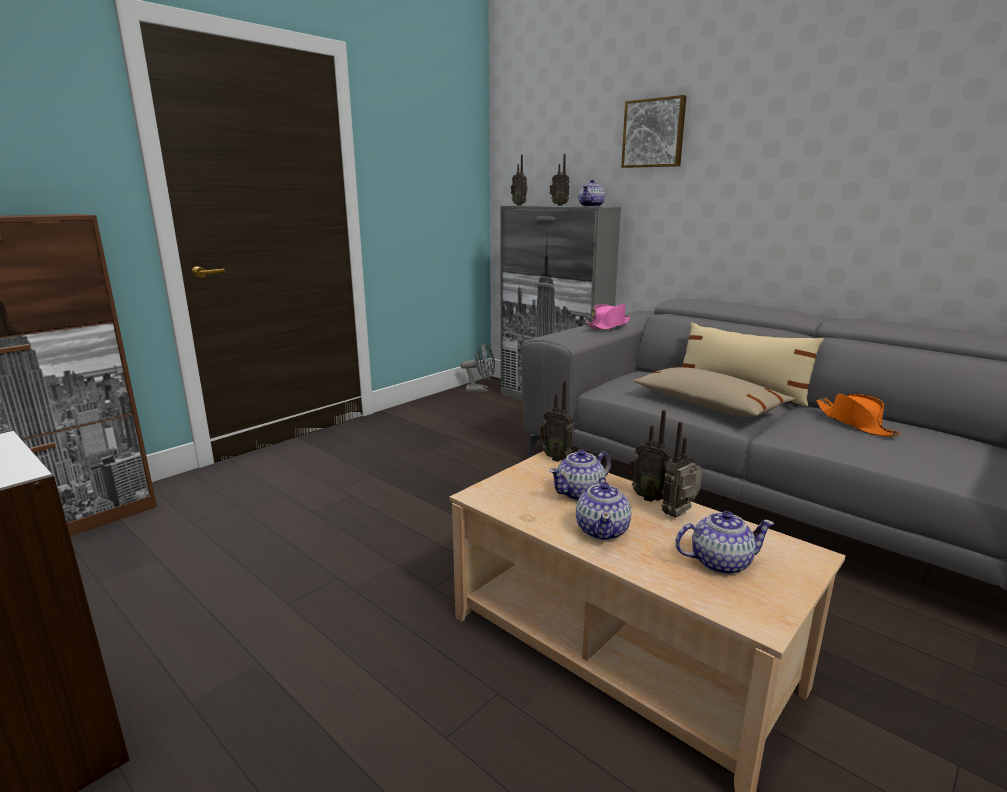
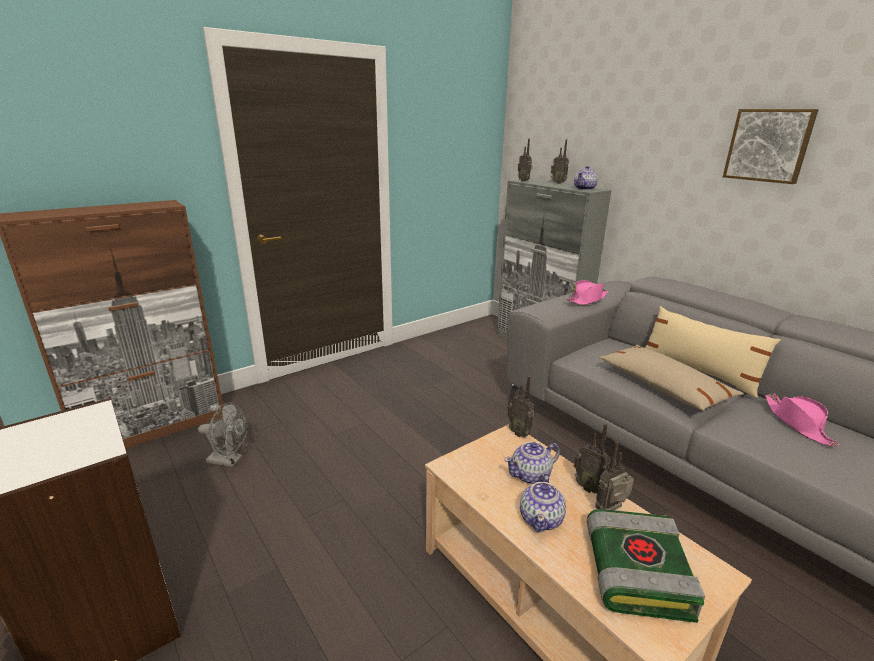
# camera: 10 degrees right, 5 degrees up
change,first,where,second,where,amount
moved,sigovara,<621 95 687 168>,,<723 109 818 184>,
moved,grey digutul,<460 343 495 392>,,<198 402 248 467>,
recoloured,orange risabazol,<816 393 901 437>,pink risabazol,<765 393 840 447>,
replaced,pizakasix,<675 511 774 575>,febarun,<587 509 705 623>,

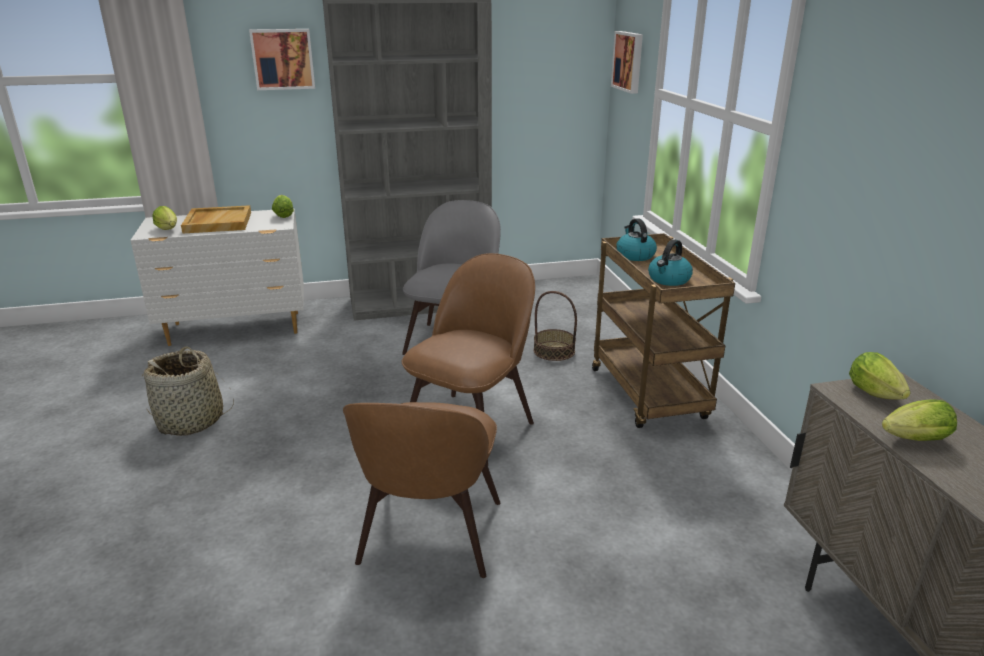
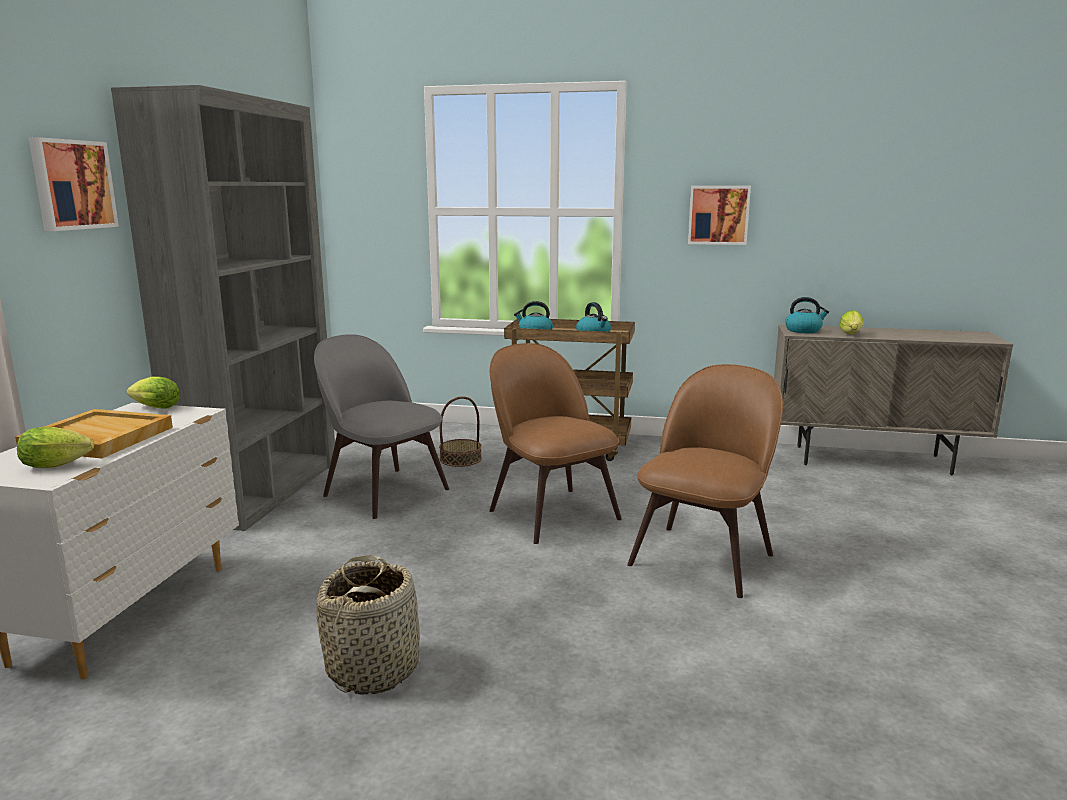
# camera: 65 degrees left, 10 degrees down
change,first,where,second,where,amount
moved,sigovara,<611 31 643 94>,,<688 186 751 245>,
replaced,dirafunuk,<849 352 911 399>,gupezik,<785 297 829 333>,
turned,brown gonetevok,<343 402 501 578>,,<627 364 783 598>,90 degrees counterclockwise

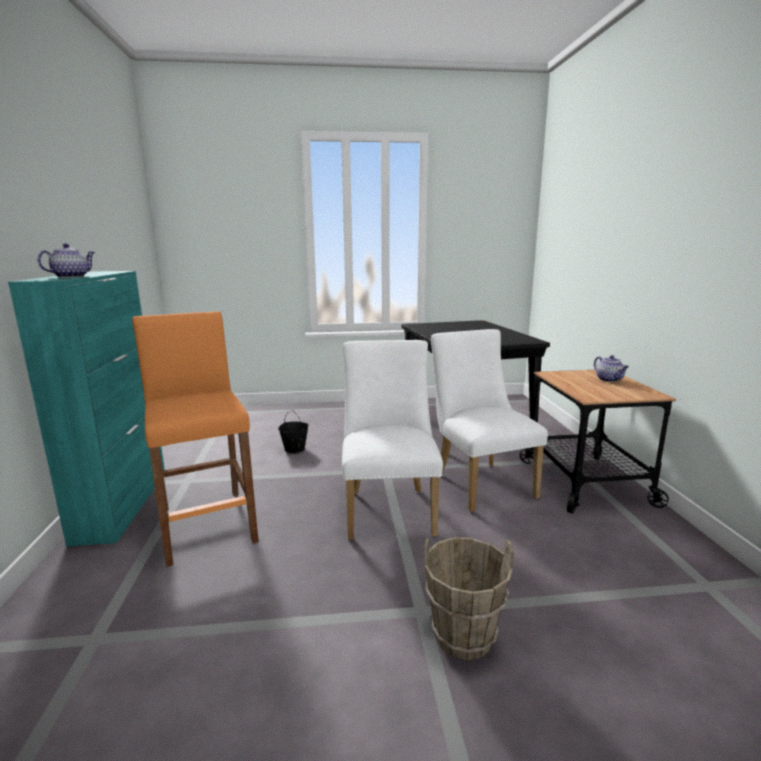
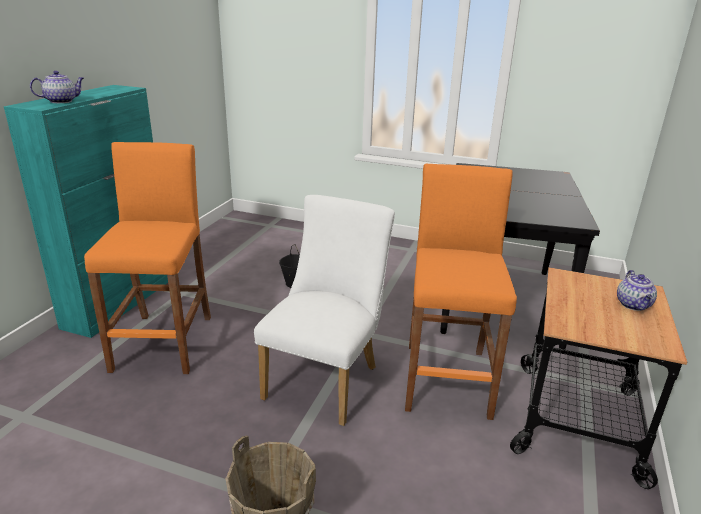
# camera: 25 degrees right, 10 degrees up
change,first,where,second,where,amount
replaced,white gonetevok,<431 329 548 512>,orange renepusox,<405 164 517 420>,

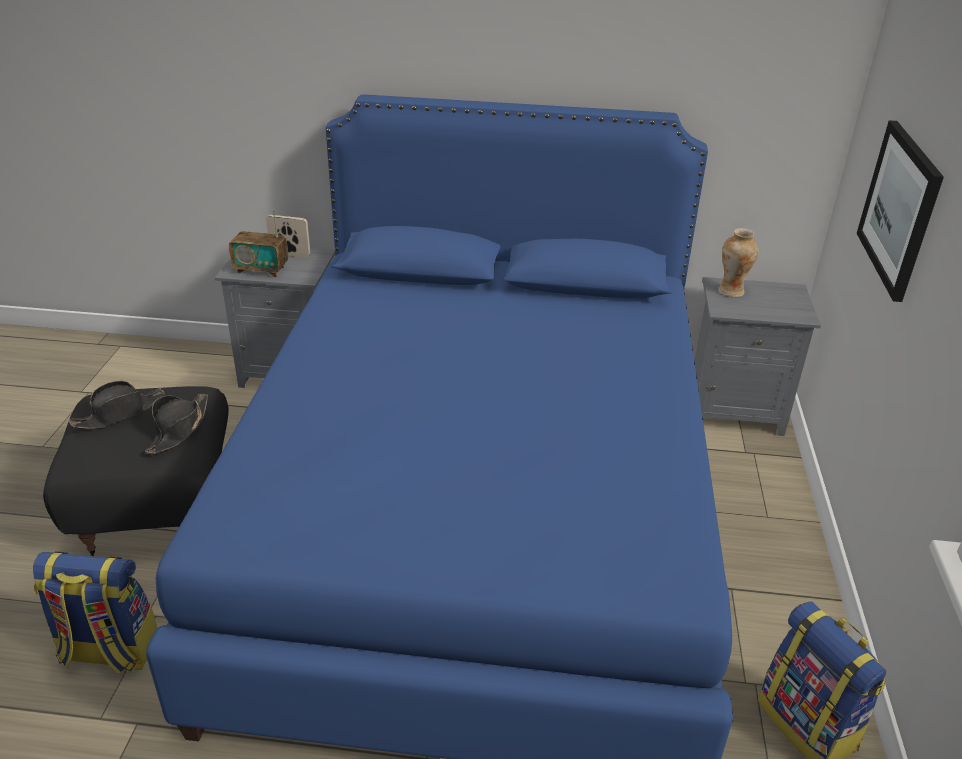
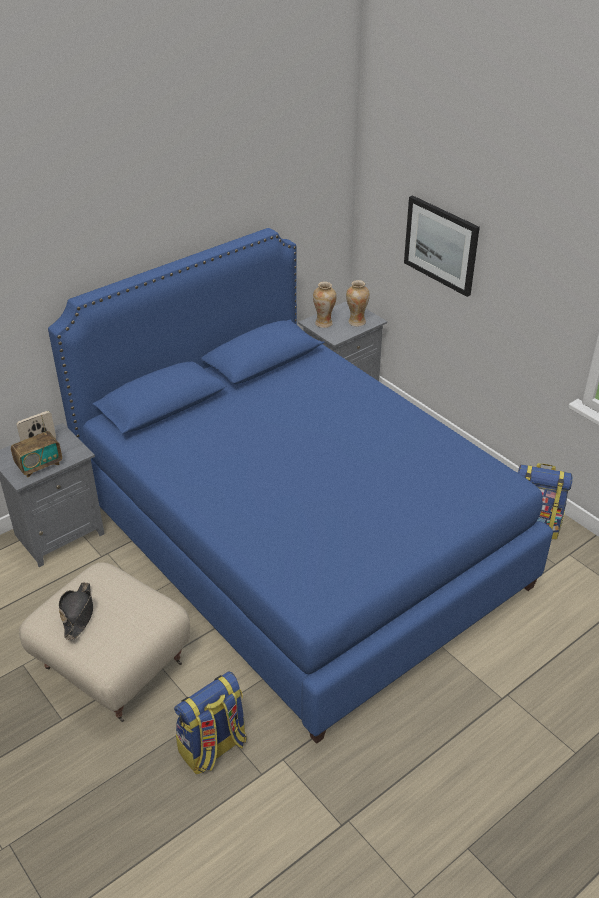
# camera: 45 degrees left, 5 degrees up
change,first,where,second,where,amount
recoloured,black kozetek,<43 386 229 556>,beige kozetek,<19 562 190 722>,
removed,black risabazol,<145 394 208 455>,,,
added,,,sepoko,<346 280 370 326>,

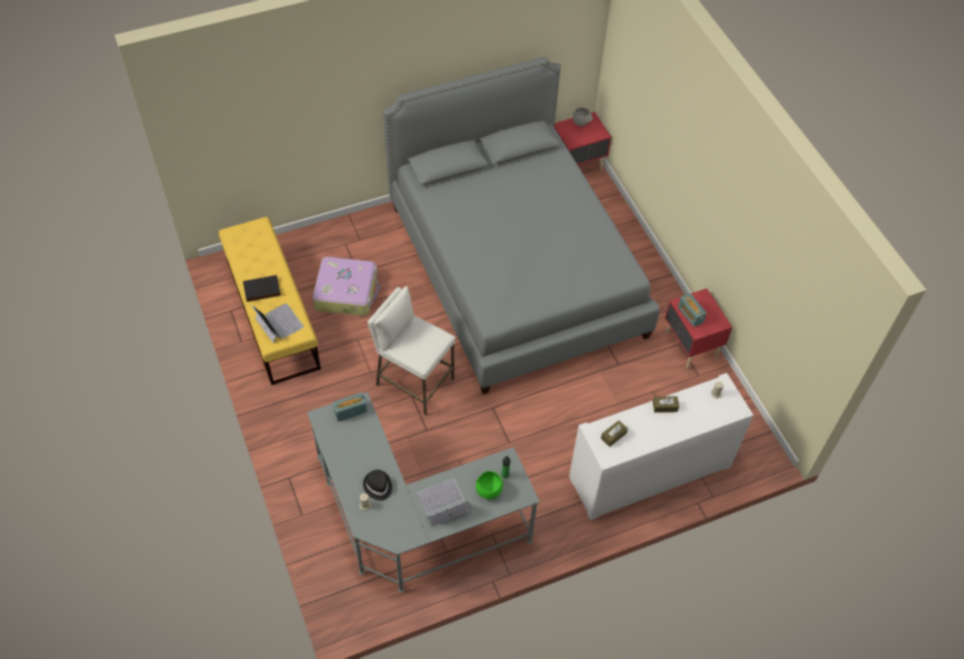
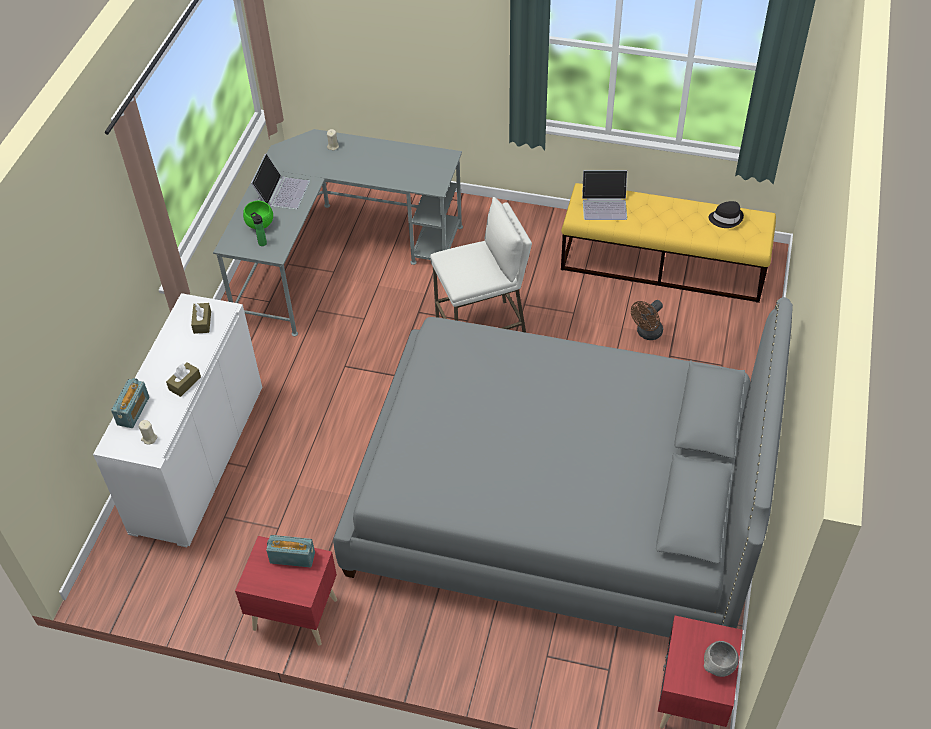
# camera: 130 degrees right, 5 degrees down
change,first,where,second,where,amount
replaced,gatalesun,<312 257 380 316>,brown digutul,<631 300 663 340>,
removed,black febarun,<243 275 281 302>,,,
moved,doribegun,<332 392 367 422>,,<111 378 149 428>,
moved,black risabazol,<363 470 392 501>,,<709 201 744 228>,

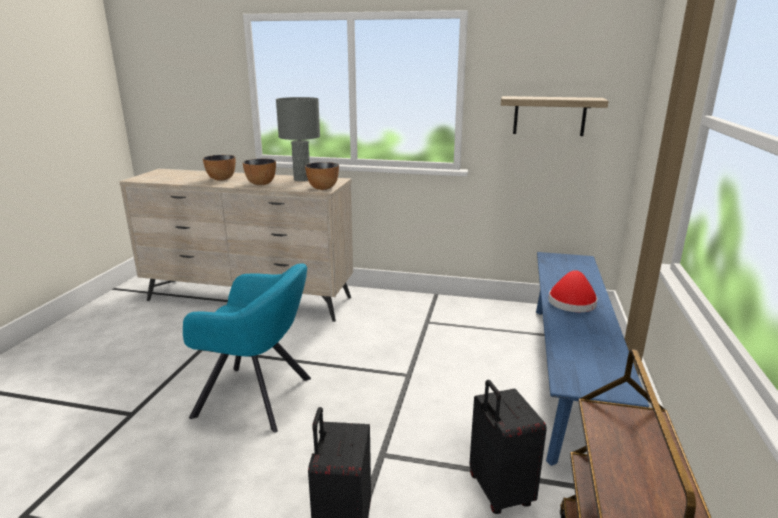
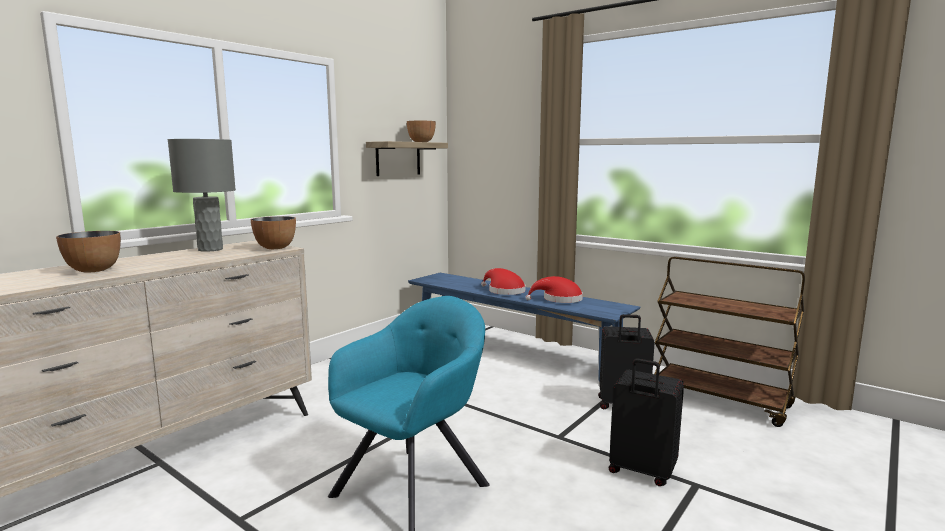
# camera: 65 degrees left, 10 degrees down
change,first,where,second,where,amount
moved,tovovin,<243 159 276 185>,,<407 121 436 142>,
added,,,red risabazol,<526 276 583 303>,

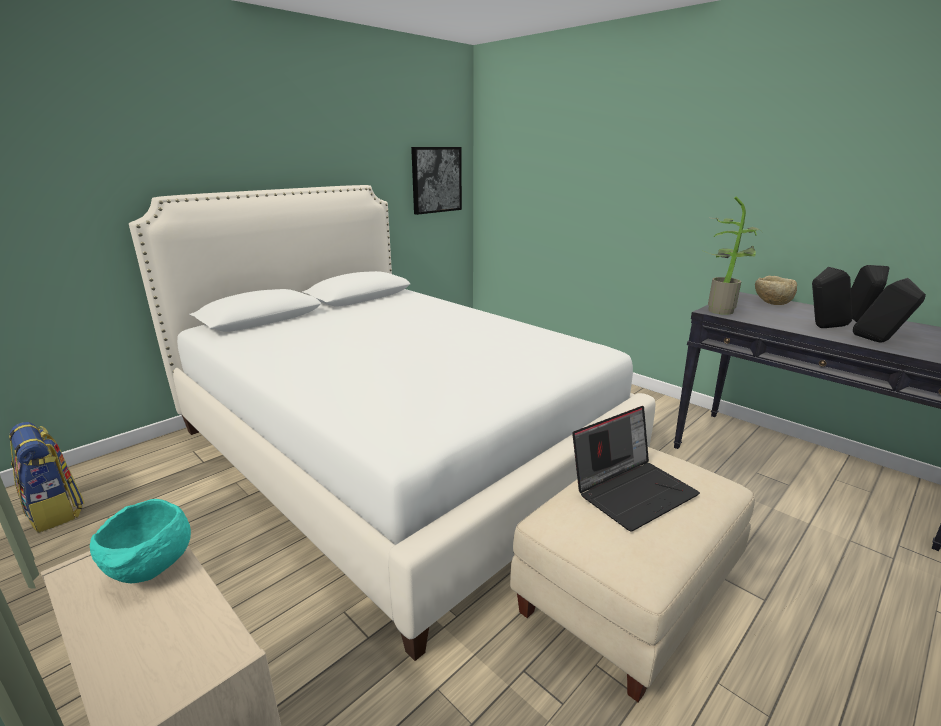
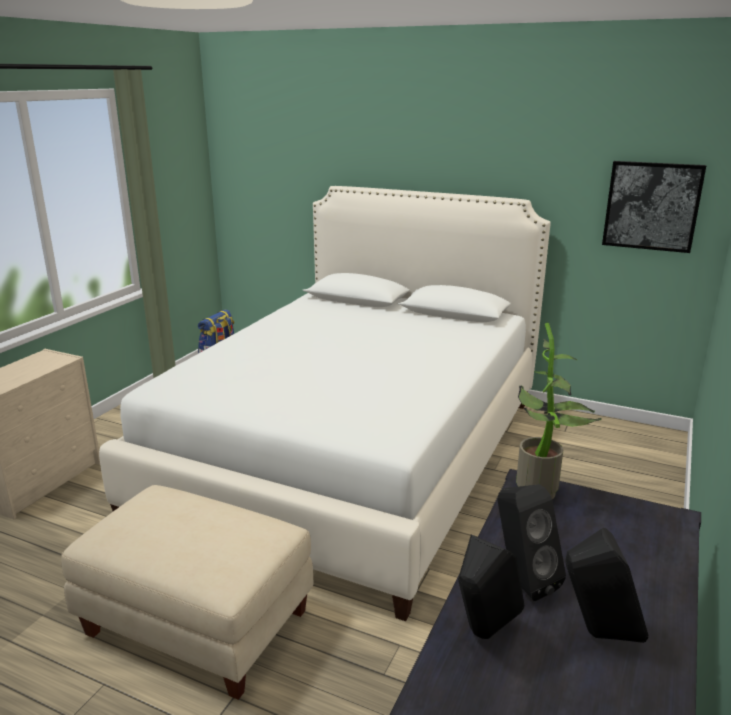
# camera: 70 degrees right, 0 degrees up
change,first,where,second,where,amount
removed,beige tovovin,<755 276 797 305>,,,
removed,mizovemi,<572 406 700 532>,,,
removed,turquoise tovovin,<90 499 191 583>,,,

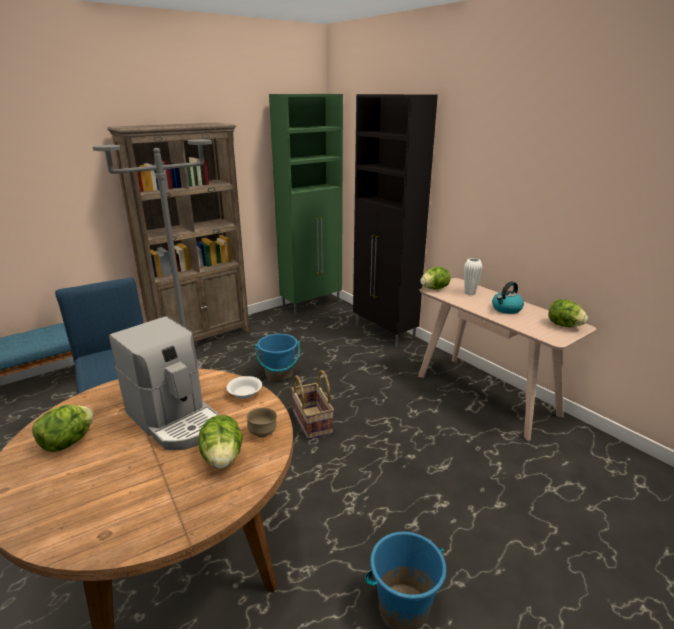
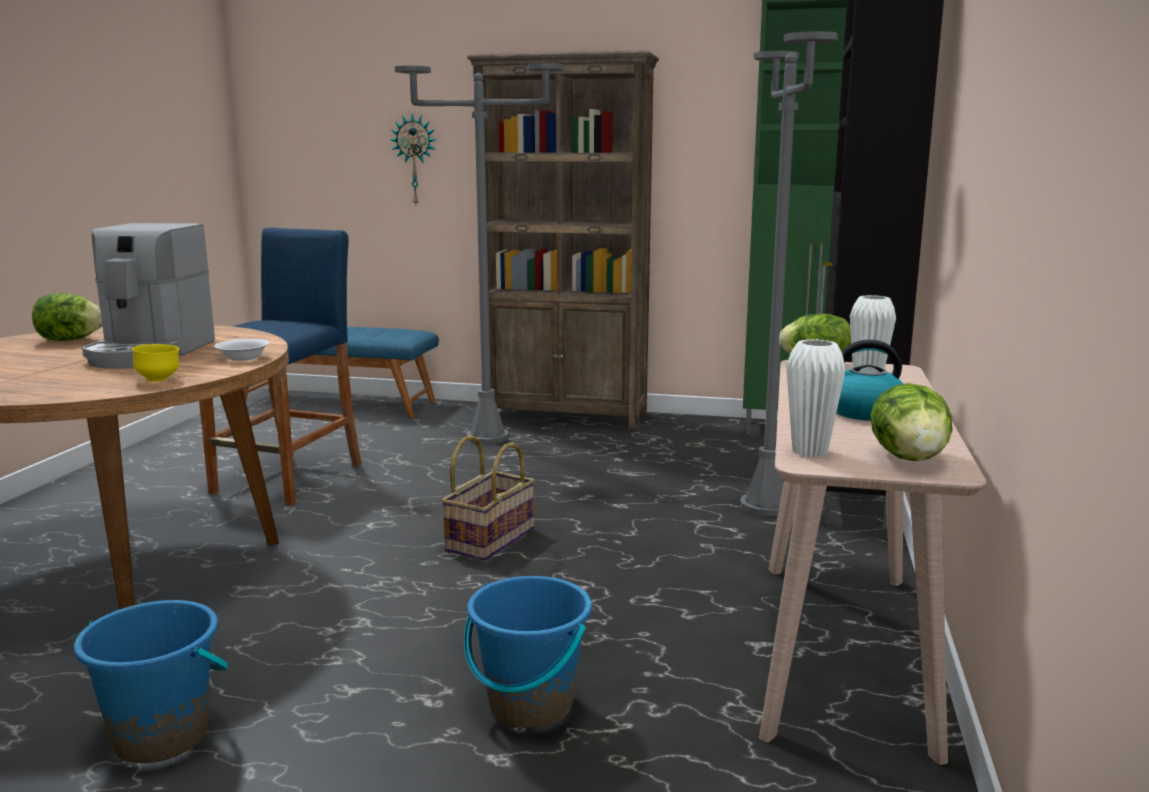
# camera: 50 degrees right, 10 degrees down
change,first,where,second,where,amount
moved,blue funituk,<255 334 300 381>,,<464 576 592 728>,
recoloured,brown tovovin,<247 408 277 438>,yellow tovovin,<132 344 179 382>,
removed,dirafunuk,<198 415 243 469>,,,
added,,,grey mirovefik,<740 31 838 516>,
added,,,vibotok,<390 113 437 205>,
added,,,white sepoko,<786 339 846 457>,

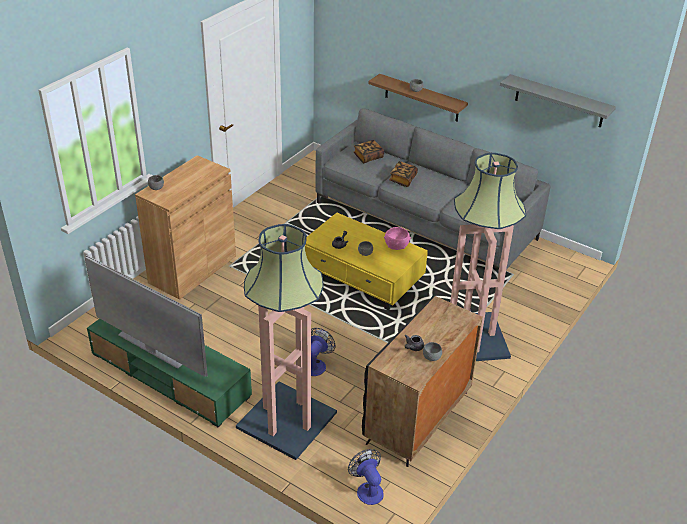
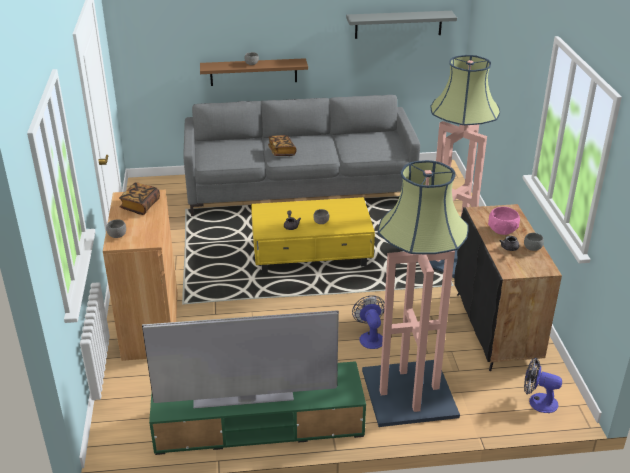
# camera: 40 degrees left, 5 degrees down
change,first,where,second,where,amount
moved,febarun,<354 140 384 163>,,<119 182 160 215>,
moved,pink tovovin,<384 227 411 250>,,<488 207 520 235>,

